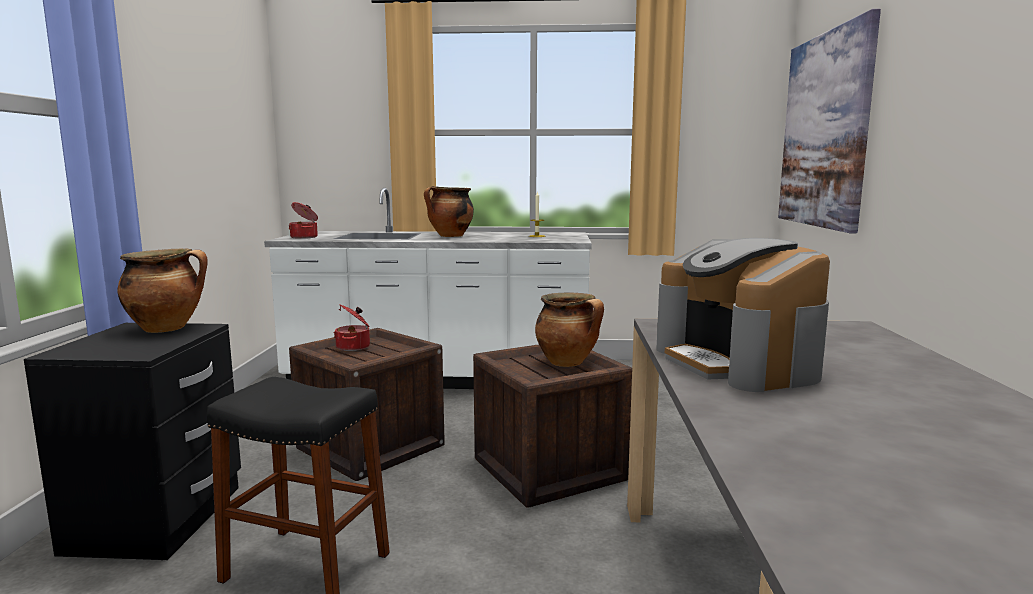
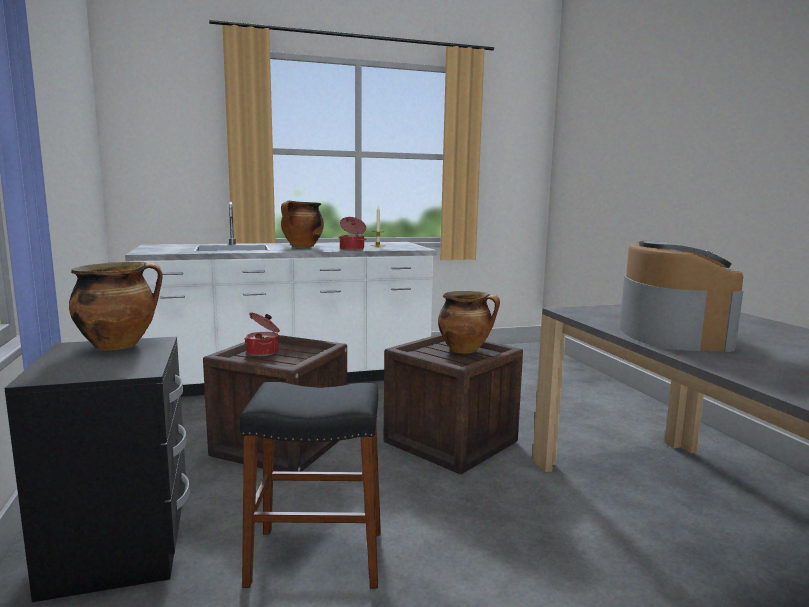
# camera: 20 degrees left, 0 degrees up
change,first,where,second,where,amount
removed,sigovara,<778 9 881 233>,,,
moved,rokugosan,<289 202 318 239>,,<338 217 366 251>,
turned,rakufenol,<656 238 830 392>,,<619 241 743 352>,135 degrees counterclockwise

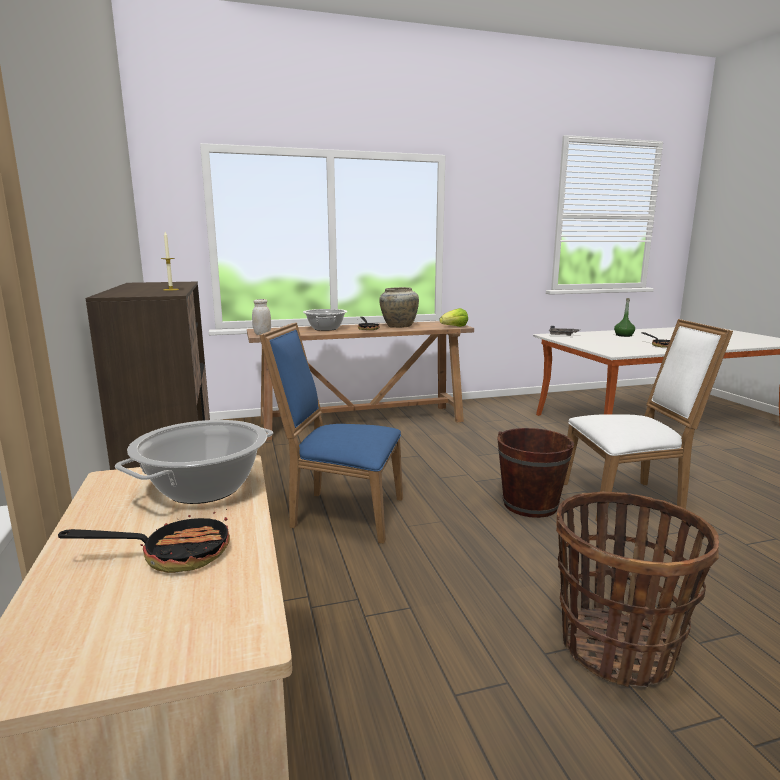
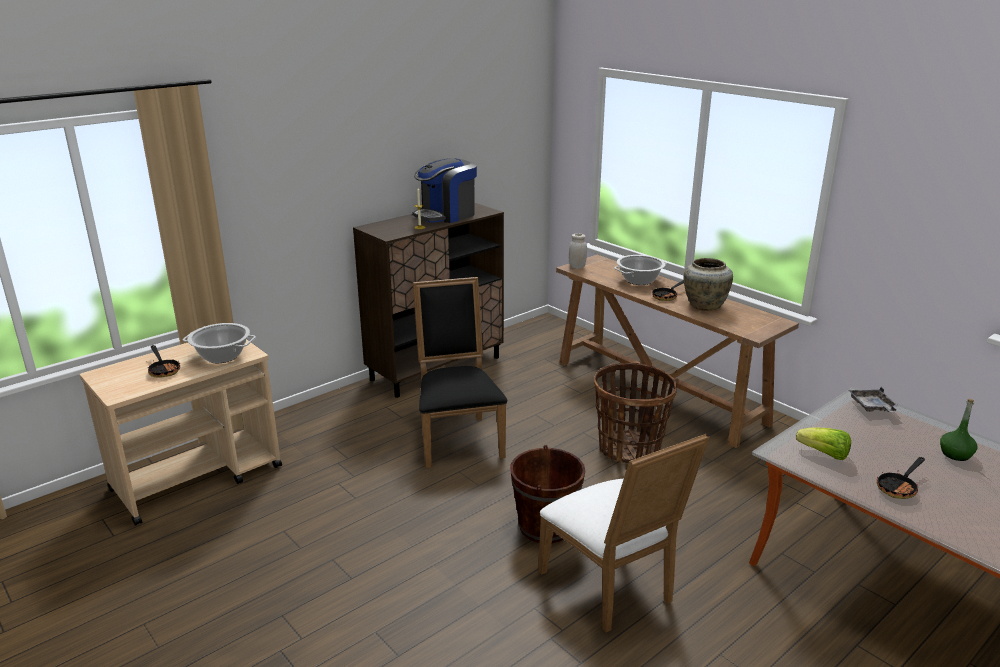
# camera: 65 degrees right, 10 degrees up
change,first,where,second,where,amount
moved,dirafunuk,<439 308 468 327>,,<796 427 851 460>,
recoloured,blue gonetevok,<259 322 403 543>,black gonetevok,<413 277 507 468>,
moved,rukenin,<556 492 719 687>,,<594 363 677 464>,
added,,,rakufenol,<412 158 477 223>,

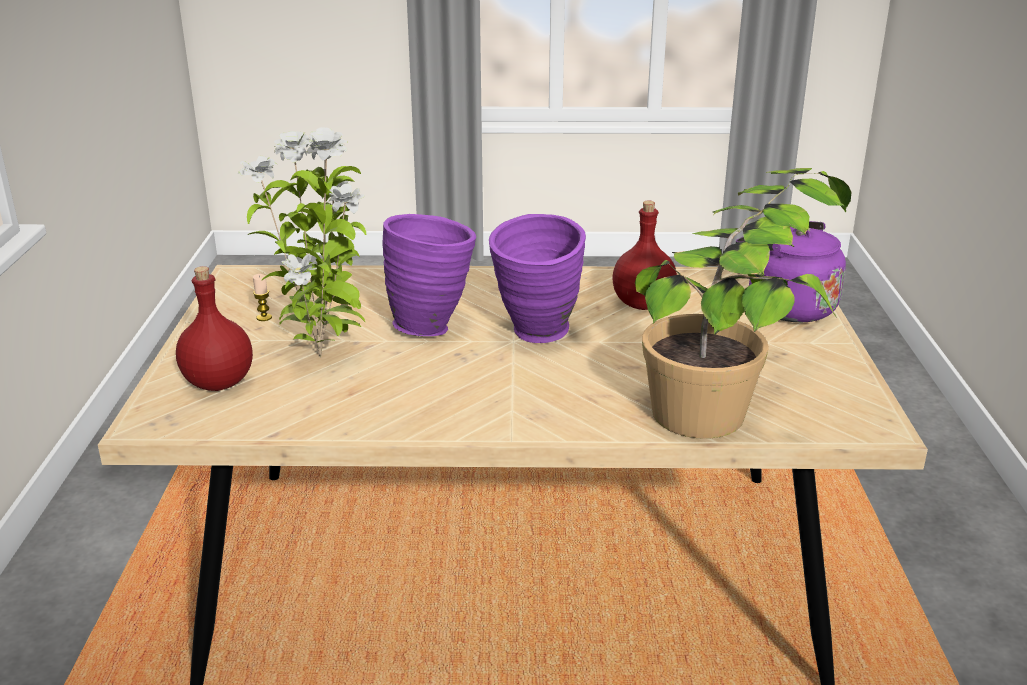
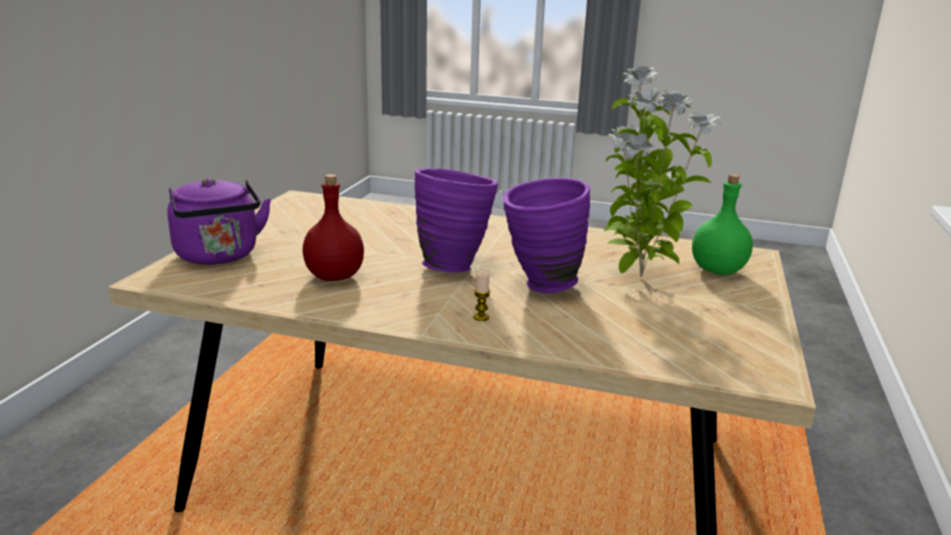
# camera: 165 degrees left, 5 degrees down
change,first,where,second,where,amount
removed,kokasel,<635 168 851 439>,,,
recoloured,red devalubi,<176 266 253 391>,green devalubi,<692 174 753 275>,
moved,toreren,<253 274 272 321>,,<473 273 491 321>,

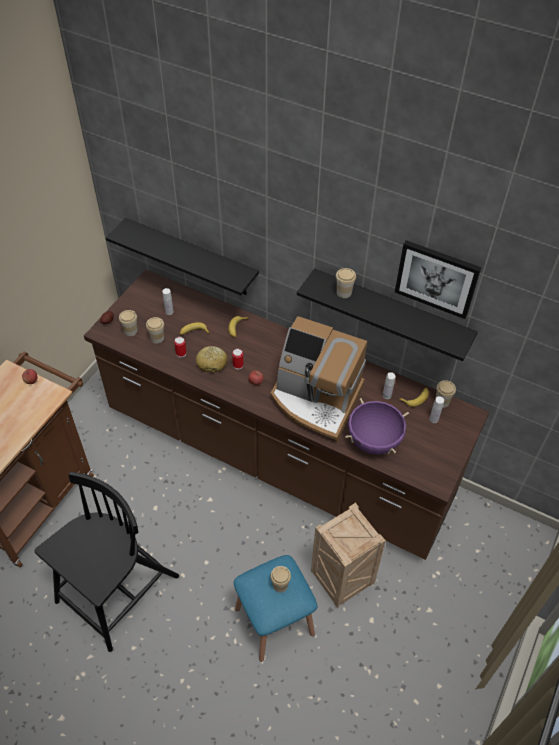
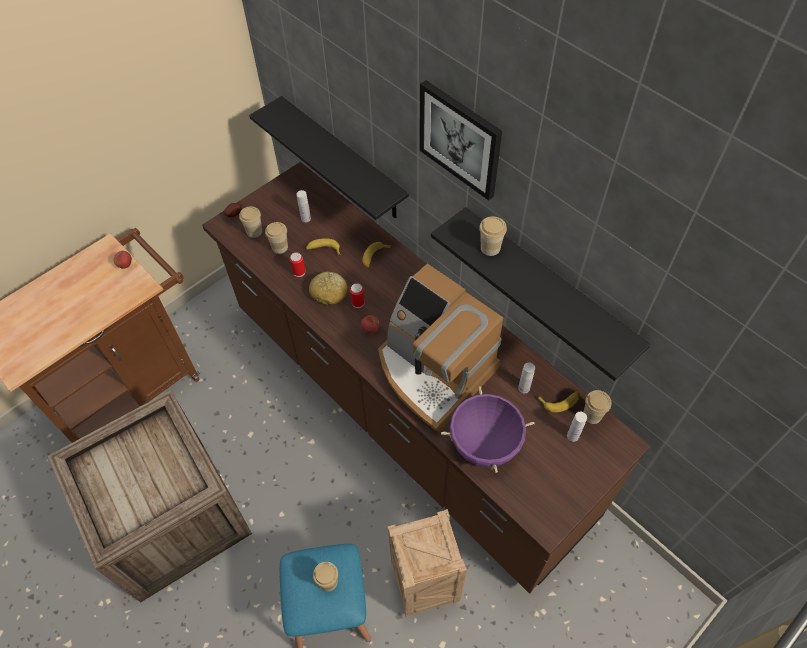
# camera: 20 degrees right, 5 degrees up
change,first,where,second,where,amount
moved,sigovara,<395 240 481 319>,,<420 80 502 201>,
replaced,black gonetevok,<34 472 179 652>,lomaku,<48 390 252 602>,

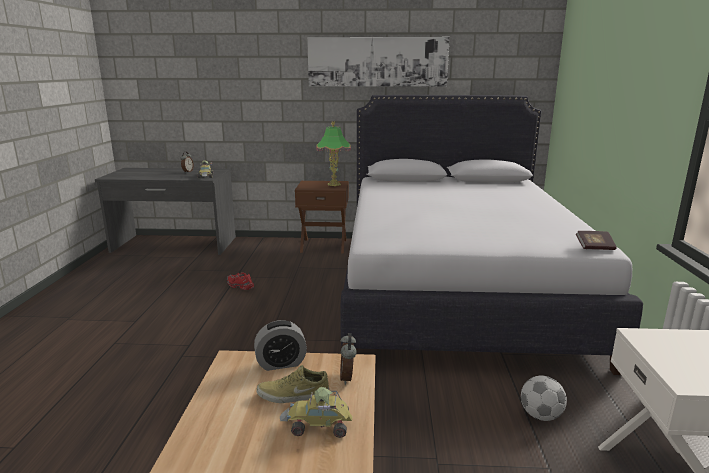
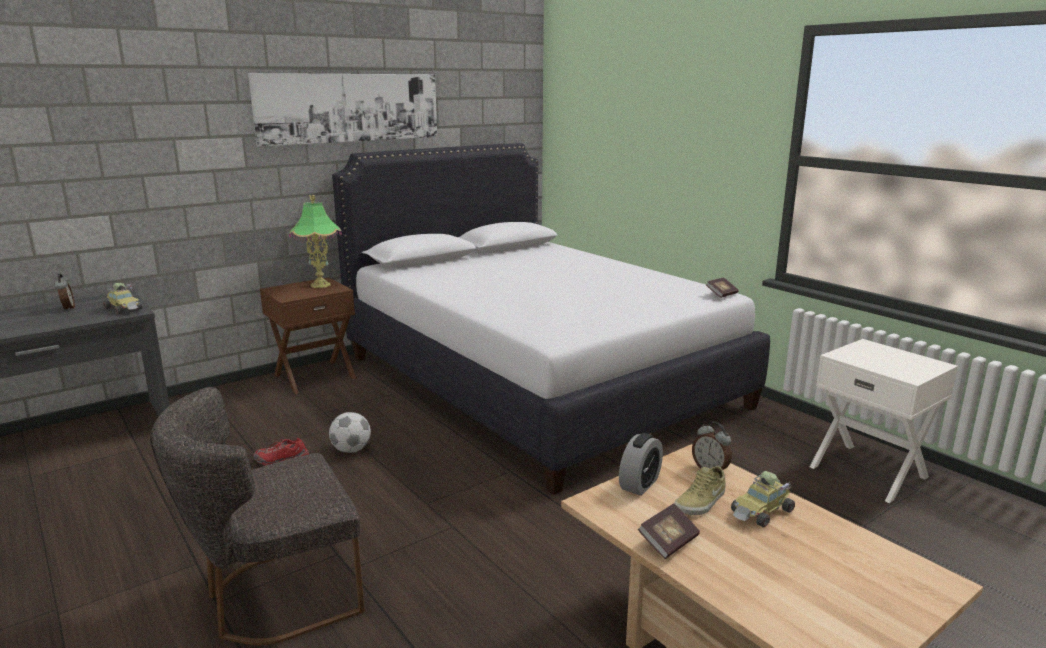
# camera: 40 degrees left, 0 degrees up
change,first,where,second,where,amount
moved,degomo,<521 376 567 421>,,<329 412 371 453>,
added,,,grey gonetevok,<150 387 365 646>,
added,,,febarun,<638 503 700 559>,

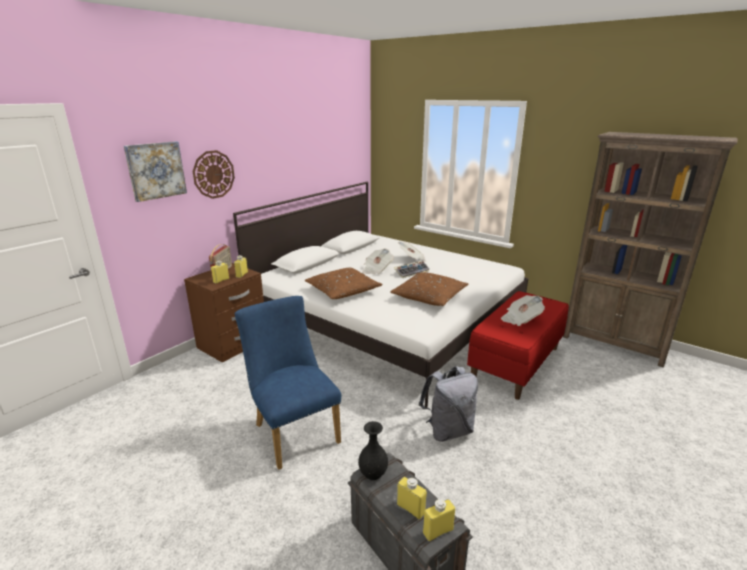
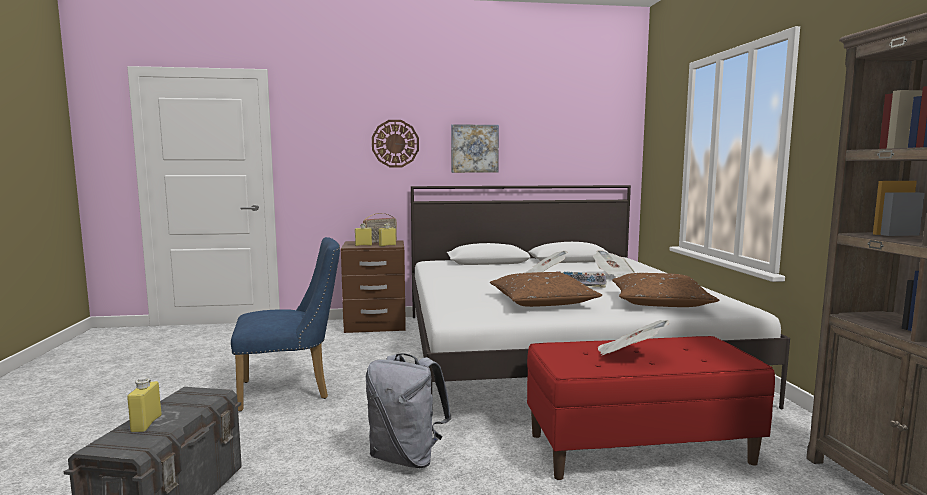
# camera: 45 degrees right, 15 degrees down
change,first,where,second,where,amount
moved,sigovara,<124 141 187 202>,,<451 124 499 173>,
moved,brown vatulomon,<305 267 383 299>,,<612 273 719 307>,
turned,blue gonetevok,<235 296 341 470>,,<231 237 340 412>,60 degrees clockwise
removed,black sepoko,<358 421 388 480>,,,
removed,yellow devalubi,<423 499 455 541>,,,

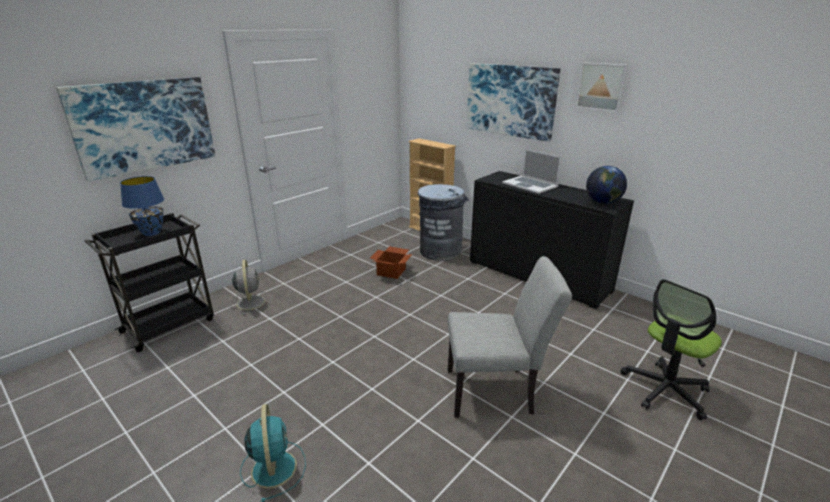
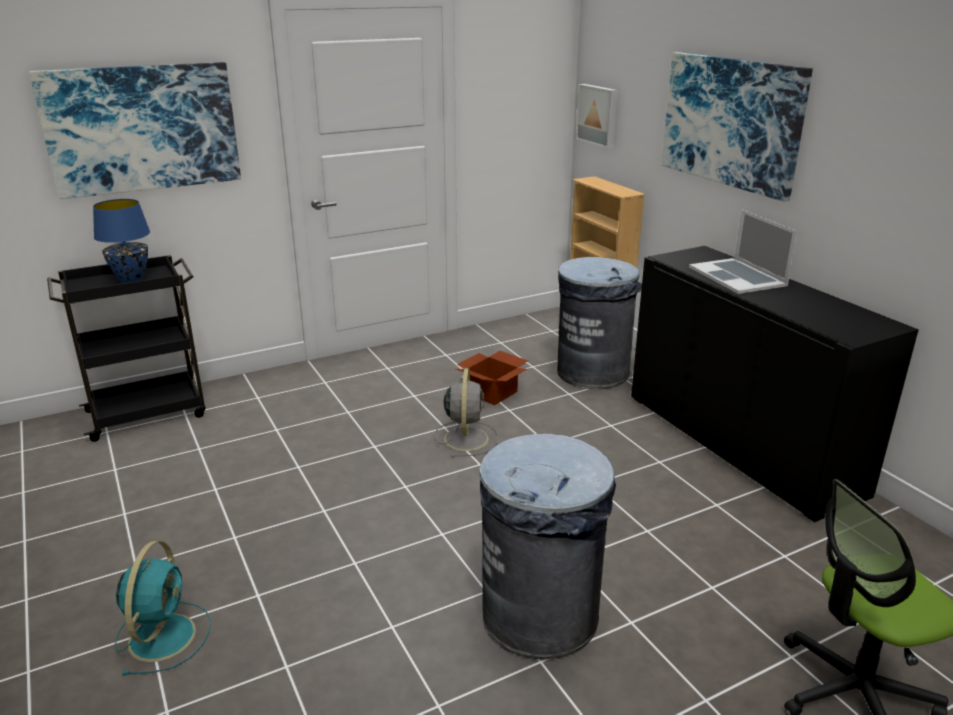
# camera: 20 degrees right, 0 degrees up
change,first,where,second,where,amount
moved,sigovara,<576 63 628 112>,,<576 84 618 149>,
removed,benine,<586 166 627 204>,,,
replaced,grey gonetevok,<448 256 572 418>,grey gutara,<479 433 616 659>,
moved,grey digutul,<230 259 271 315>,,<434 368 498 457>,

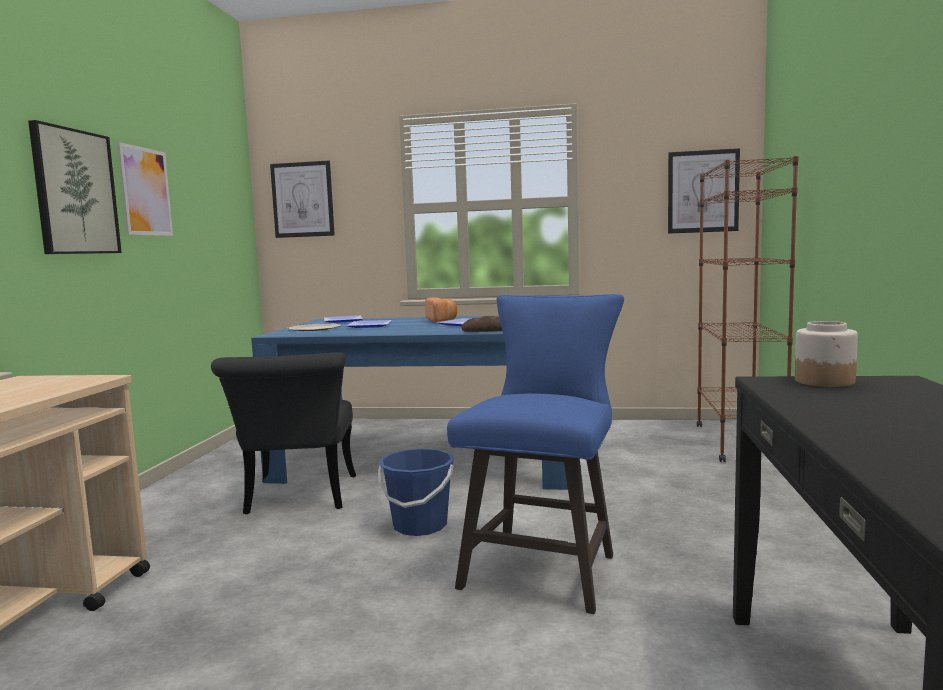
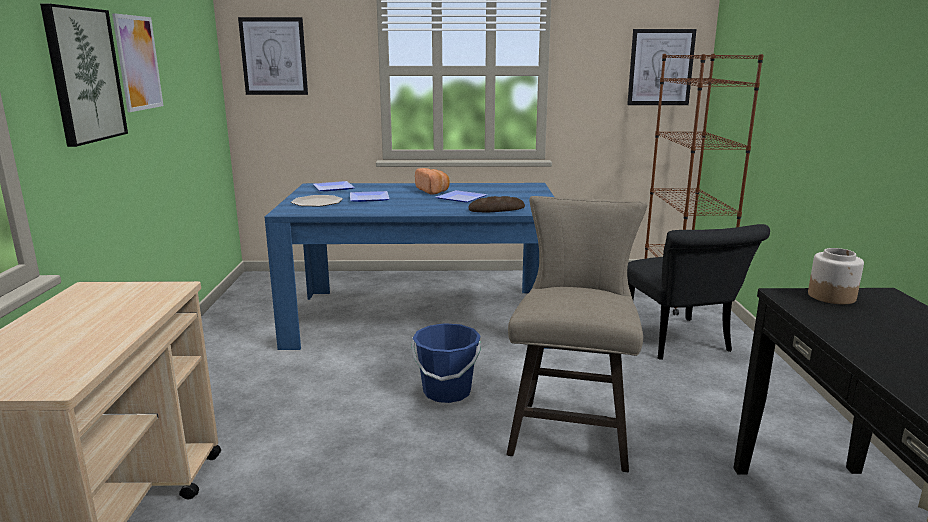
# camera: 10 degrees left, 10 degrees up
change,first,where,second,where,amount
recoloured,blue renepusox,<447 294 624 614>,beige renepusox,<506 196 647 472>,
moved,black gonetevok,<211 352 356 514>,,<627 224 770 360>,

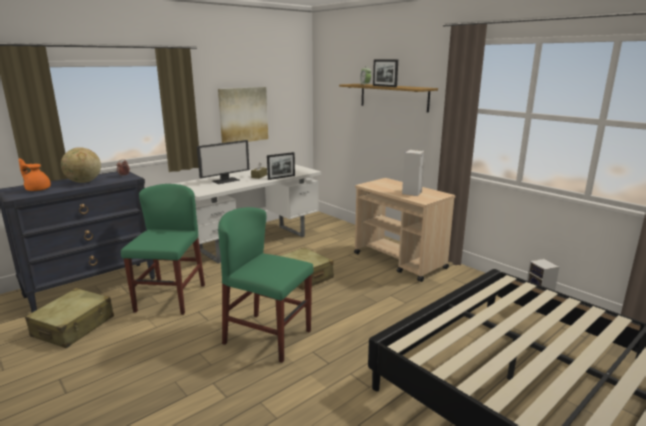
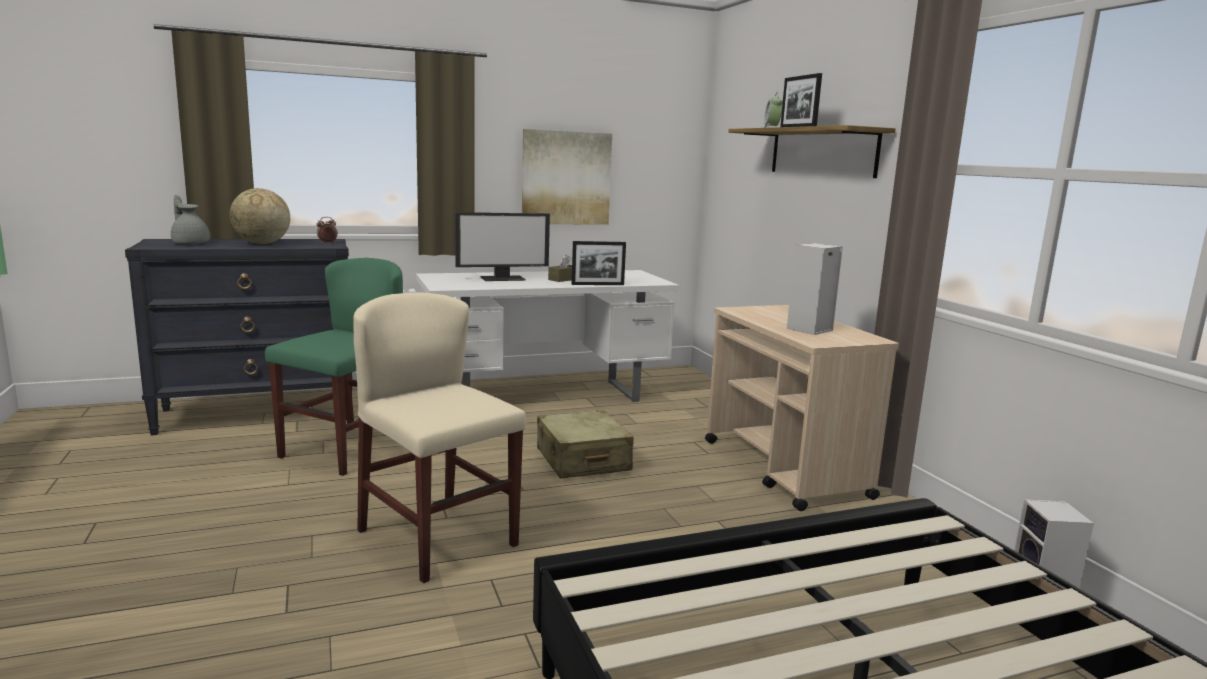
# camera: 20 degrees right, 5 degrees down
change,first,where,second,where,amount
recoloured,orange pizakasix,<18 158 51 191>,grey pizakasix,<171 195 210 245>,
recoloured,green gonetevok,<218 207 314 363>,beige gonetevok,<353 292 526 583>,
removed,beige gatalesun,<25 288 114 348>,,,

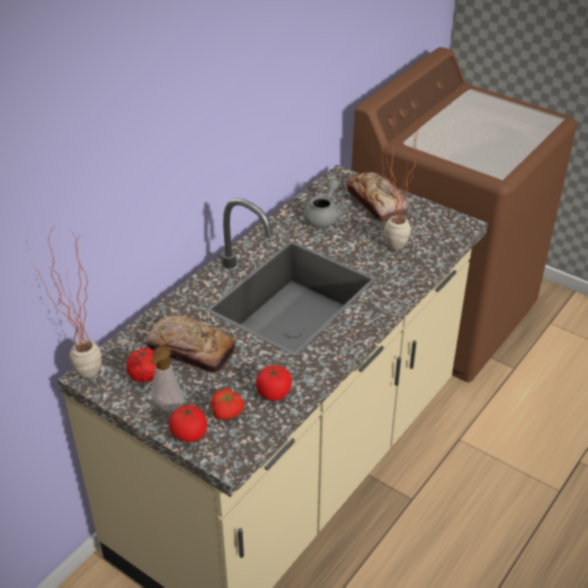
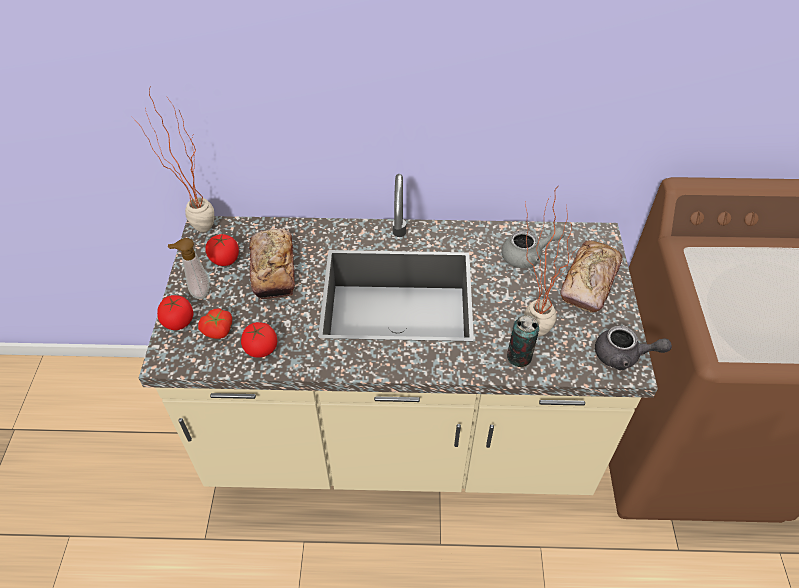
# camera: 55 degrees right, 10 degrees up
change,first,where,second,where,amount
added,,,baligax,<507 315 539 367>,
added,,,grey pizakasix,<595 326 672 370>,

